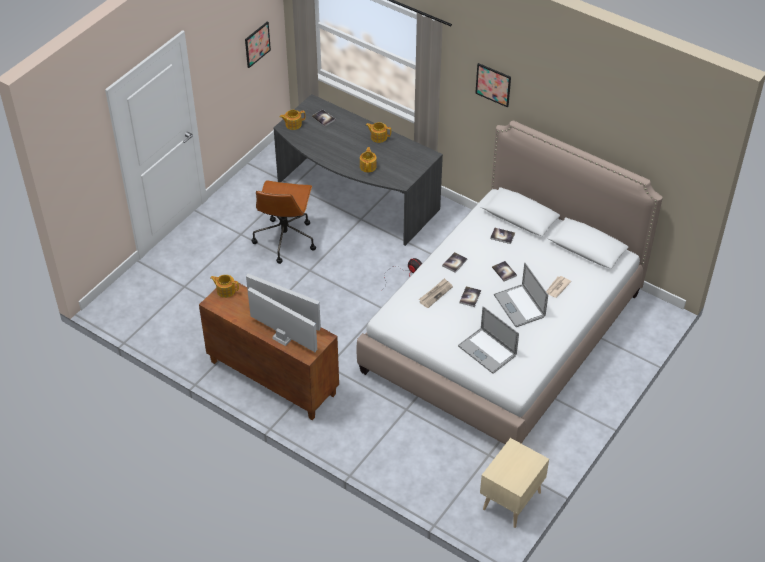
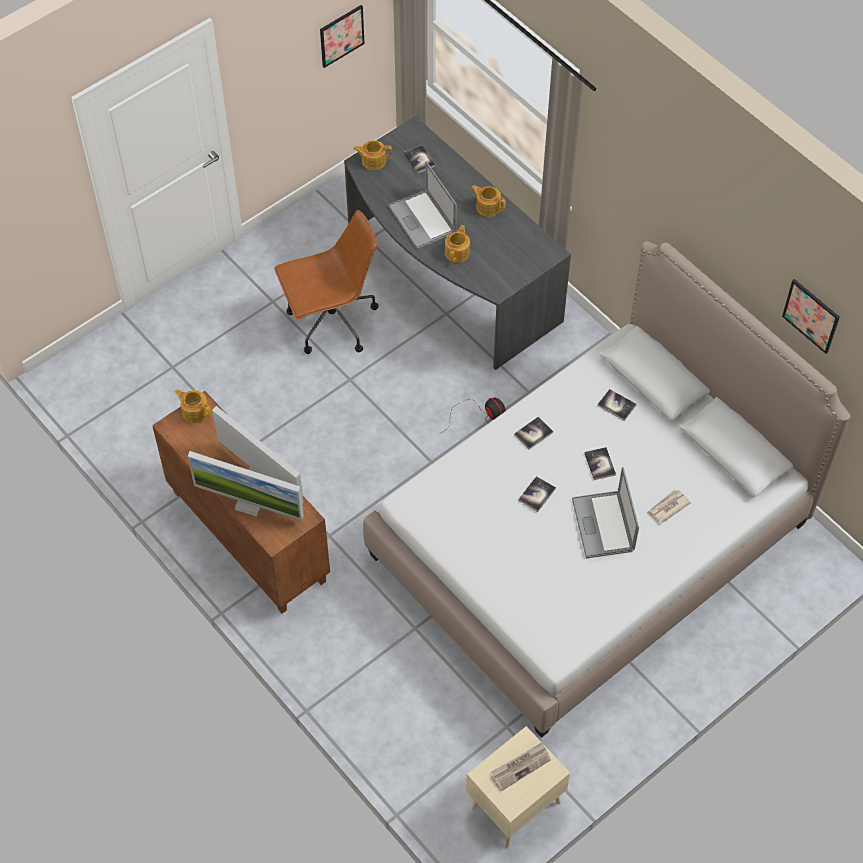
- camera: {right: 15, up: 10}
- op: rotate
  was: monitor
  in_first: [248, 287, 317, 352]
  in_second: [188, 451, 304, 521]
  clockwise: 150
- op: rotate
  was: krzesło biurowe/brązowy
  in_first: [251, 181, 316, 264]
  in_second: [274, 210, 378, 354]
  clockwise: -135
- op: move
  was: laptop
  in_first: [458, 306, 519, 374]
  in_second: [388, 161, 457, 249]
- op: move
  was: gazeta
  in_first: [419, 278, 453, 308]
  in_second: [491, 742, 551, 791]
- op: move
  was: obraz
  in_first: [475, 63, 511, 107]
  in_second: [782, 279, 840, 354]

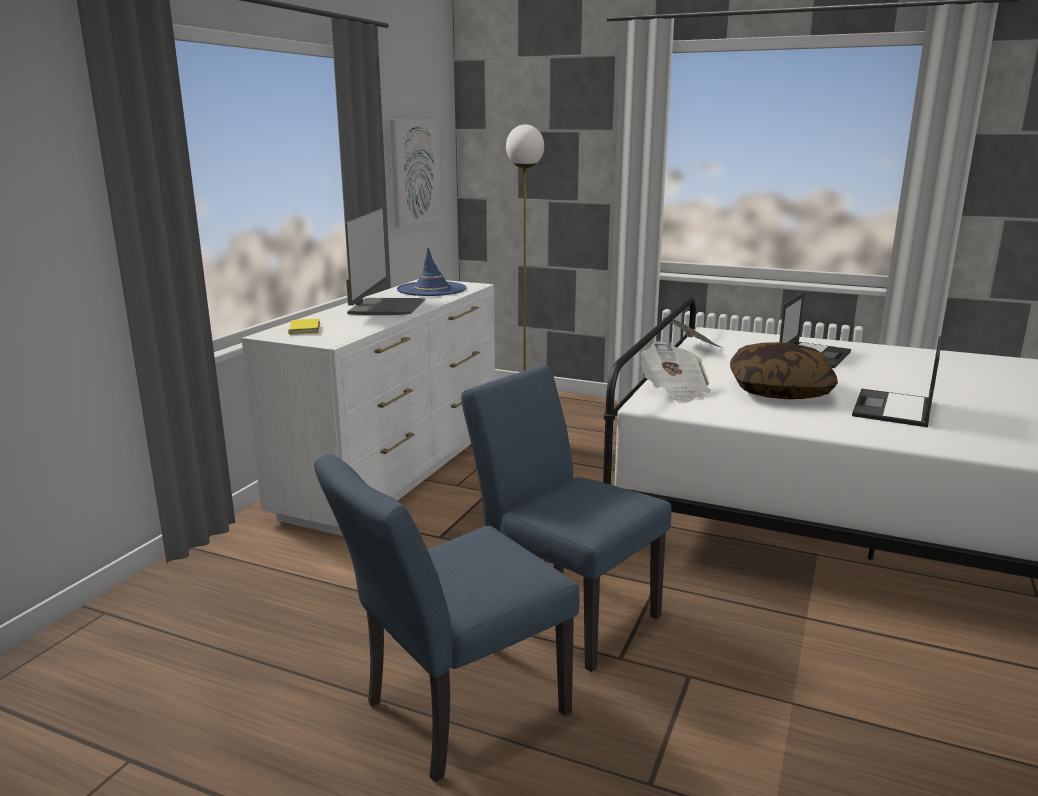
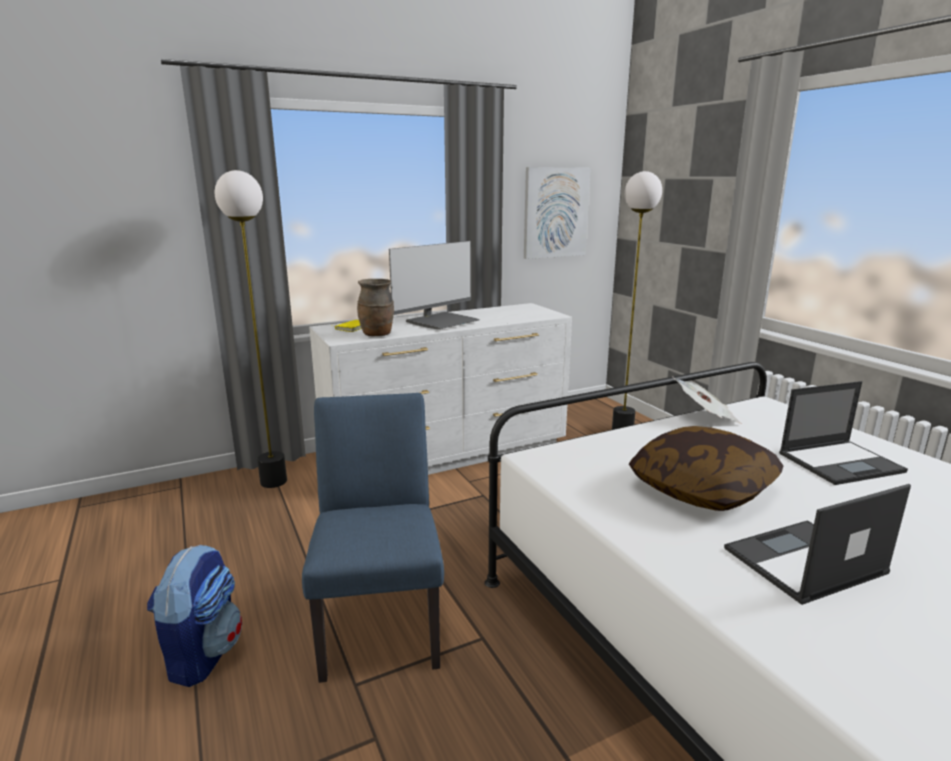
- camera: {right: 40, up: 0}
- op: replace
  was: krzesło/niebieski
  now: plecak
  in_first: [314, 454, 580, 782]
  in_second: [147, 545, 242, 687]
- op: insert
  now: lampa stojąca
  in_second: [215, 170, 287, 488]
- op: insert
  now: wazon/brązowy
  in_second: [357, 279, 394, 336]
- op: delete
  was: kapelusz/niebieski
  in_first: [397, 247, 467, 296]
- op: delete
  was: gazeta
  in_first: [640, 342, 711, 403]

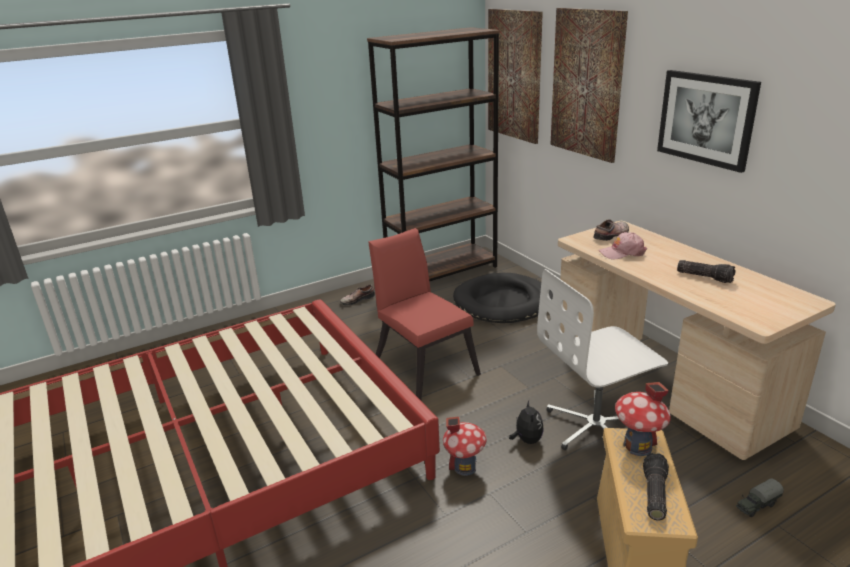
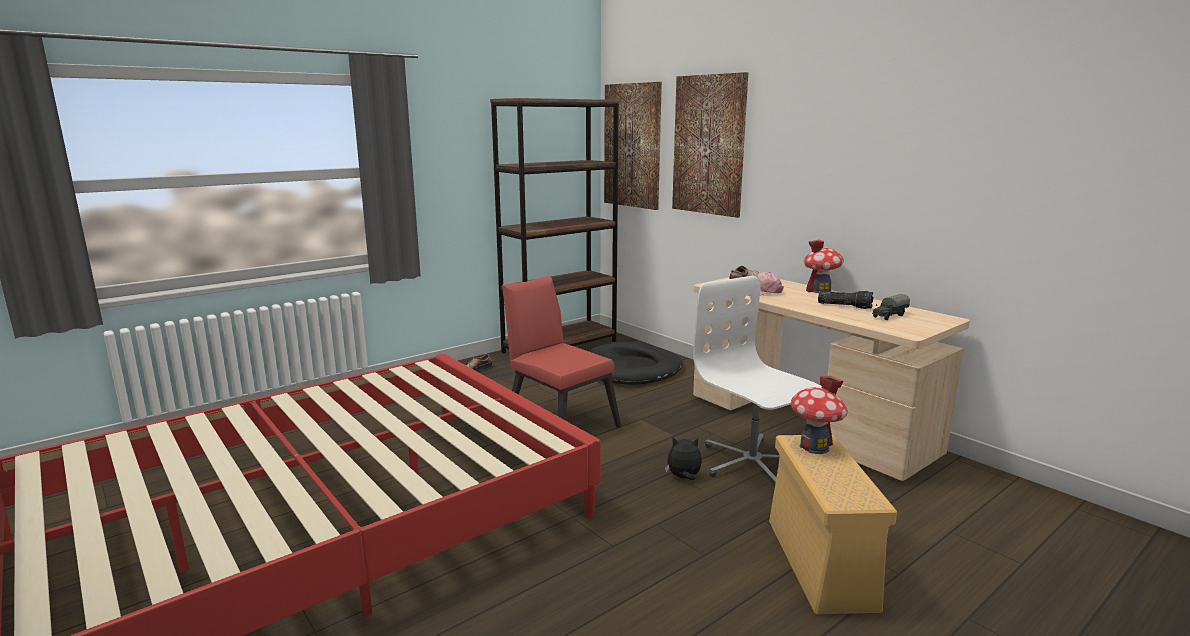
- camera: {right: -10, up: -10}
- op: rotate
  was: pluszak
  in_first: [509, 401, 544, 444]
  in_second: [665, 437, 702, 480]
  clockwise: -75
- op: rotate
  was: krzesło biurowe/biały
  in_first: [537, 269, 668, 450]
  in_second: [693, 275, 822, 489]
  clockwise: 90
- op: move
  was: domek
  in_first: [443, 416, 487, 476]
  in_second: [804, 240, 844, 293]
- op: move
  was: ciężarówka zabawkowa
  in_first: [736, 478, 784, 517]
  in_second: [872, 294, 910, 320]
- op: delete
  was: latarka
  in_first: [643, 453, 669, 520]
- op: delete
  was: obraz
  in_first: [657, 70, 761, 173]

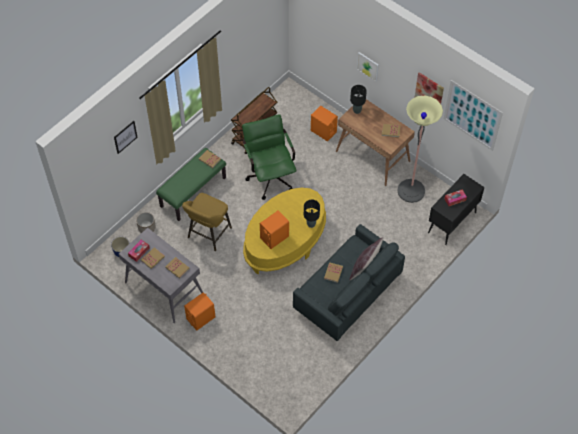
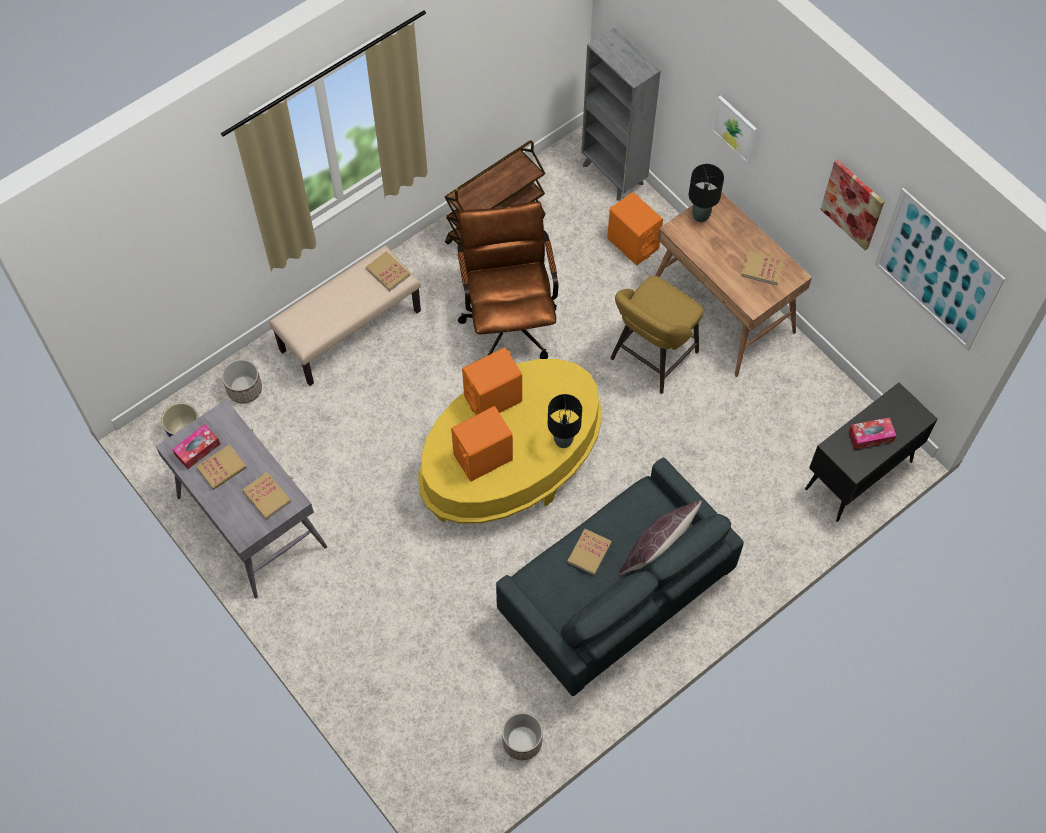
- camera: {right: 10, up: 5}
- op: recolor
  was: ławka/zielony
  now: ławka/beżowy
  in_first: [156, 147, 226, 221]
  in_second: [269, 245, 421, 386]
- op: recolor
  was: krzesło biurowe/zielony
  now: krzesło biurowe/brązowy
  in_first: [242, 114, 296, 200]
  in_second: [457, 201, 558, 359]
- op: move
  was: głośnik/pomarańczowy
  in_first: [184, 292, 216, 330]
  in_second: [462, 347, 522, 415]
- op: insert
  now: donica
  in_second: [502, 713, 543, 760]
- op: insert
  now: regał/szary
  in_second: [581, 28, 661, 201]
- op: move
  was: stołek/żółty
  in_first: [182, 193, 232, 251]
  in_second: [611, 276, 703, 394]
- op: delete
  was: obraz
  in_first: [114, 121, 138, 154]
- op: delete
  was: lampa stojąca
  in_first: [397, 96, 443, 203]

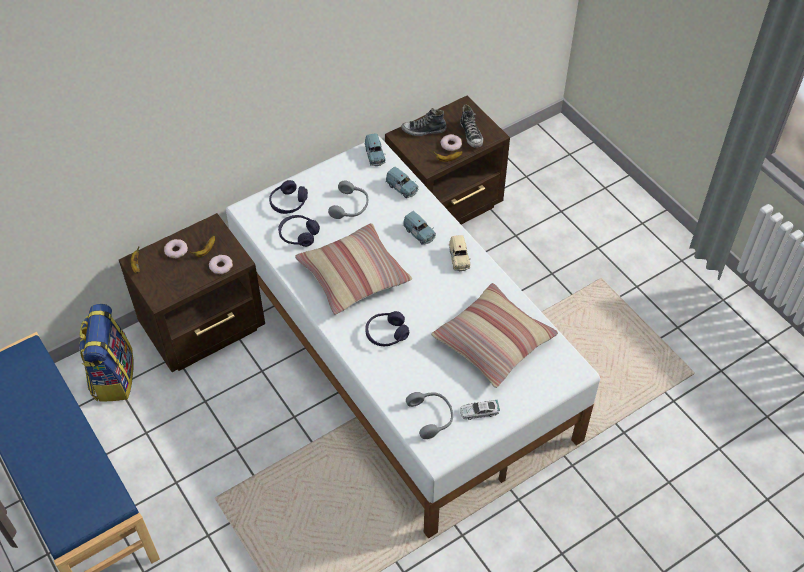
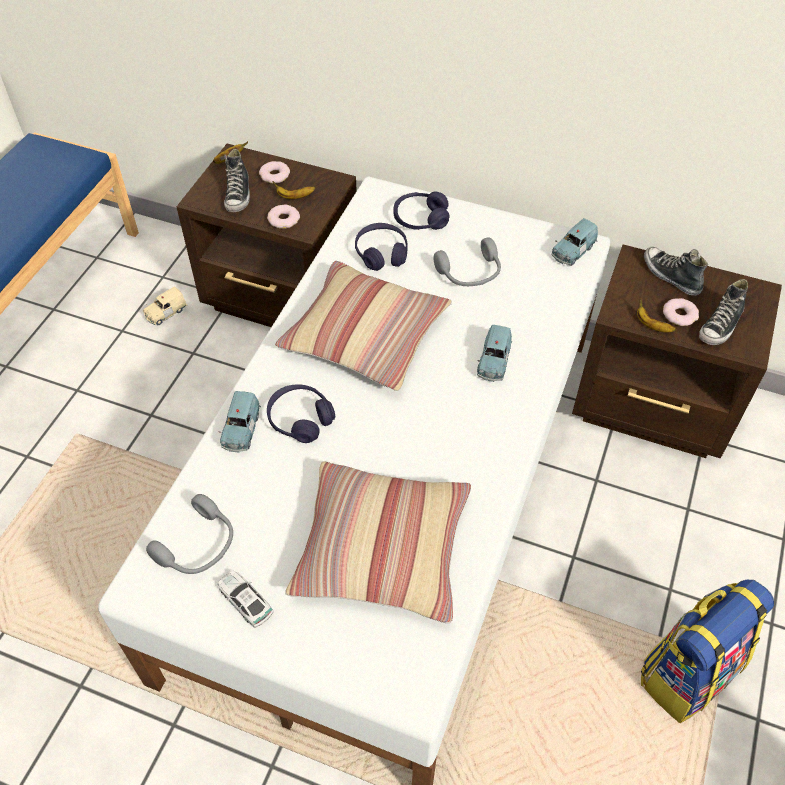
- camera: {right: 55, up: 0}
- op: move
  was: samochodzik/beżowy
  in_first: [449, 235, 470, 271]
  in_second: [143, 286, 187, 325]
- op: move
  was: samochodzik/niebieski
  in_first: [386, 167, 418, 198]
  in_second: [218, 391, 261, 453]
- op: insert
  now: but
  in_second: [224, 149, 250, 212]
- op: move
  was: plecak
  in_first: [79, 304, 134, 402]
  in_second: [641, 580, 774, 723]

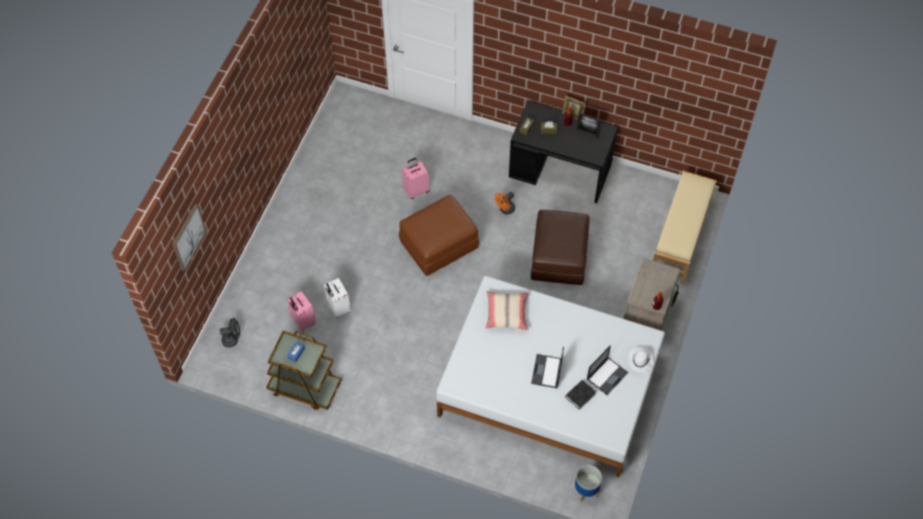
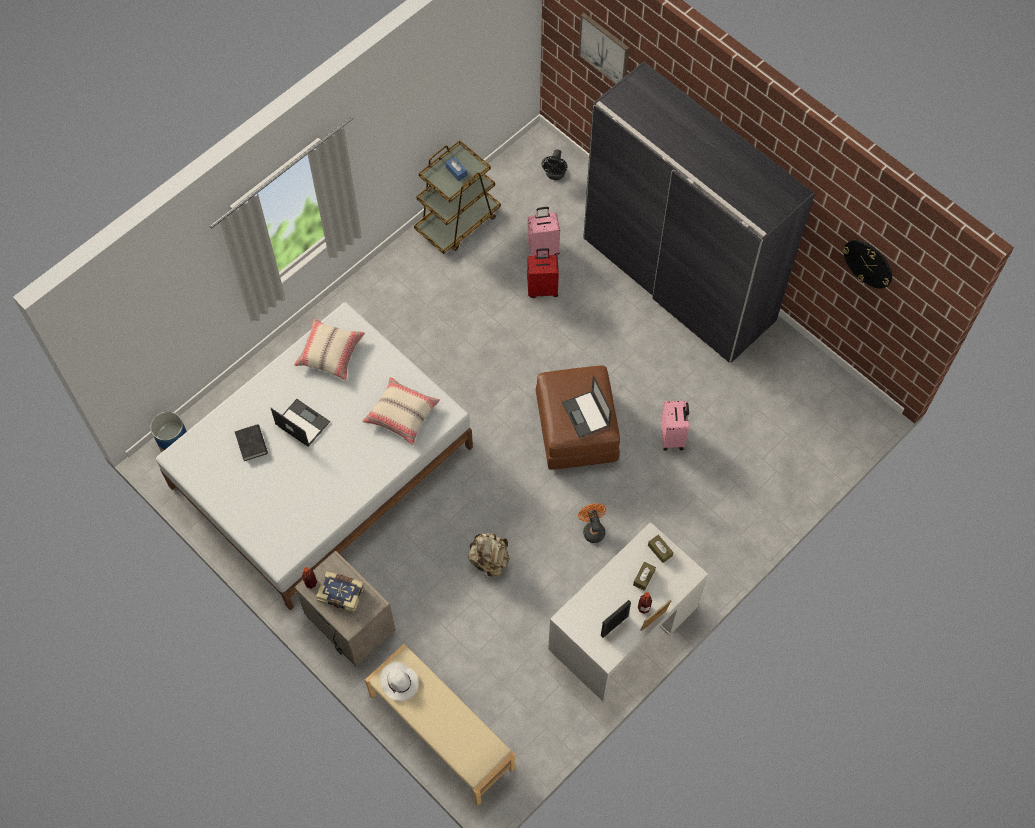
- camera: {right: 115, up: 5}
- op: insert
  now: poduszka/beżowy
  in_second: [294, 319, 365, 380]
- op: insert
  now: książka
  in_second: [316, 572, 364, 613]
- op: move
  was: kapelusz/biały
  in_first: [628, 347, 654, 373]
  in_second: [380, 662, 419, 701]
- op: replace
  was: pufa/brązowy
  now: plecak/beżowy
  in_first: [531, 210, 589, 285]
  in_second: [468, 533, 510, 577]
- op: recolor
  was: walizka/biały
  now: walizka/czerwony
  in_first: [324, 278, 351, 318]
  in_second: [527, 248, 559, 298]
- op: recolor
  was: biurko/czarny
  now: biurko/biały
  in_first: [509, 101, 618, 203]
  in_second: [548, 522, 708, 701]
- op: move
  was: laptop
  in_first: [587, 345, 628, 395]
  in_second: [562, 376, 612, 438]
- op: insert
  now: szafa/szary
  in_second: [583, 61, 815, 363]
- op: insert
  now: zegar ścienny
  in_second: [843, 240, 892, 289]

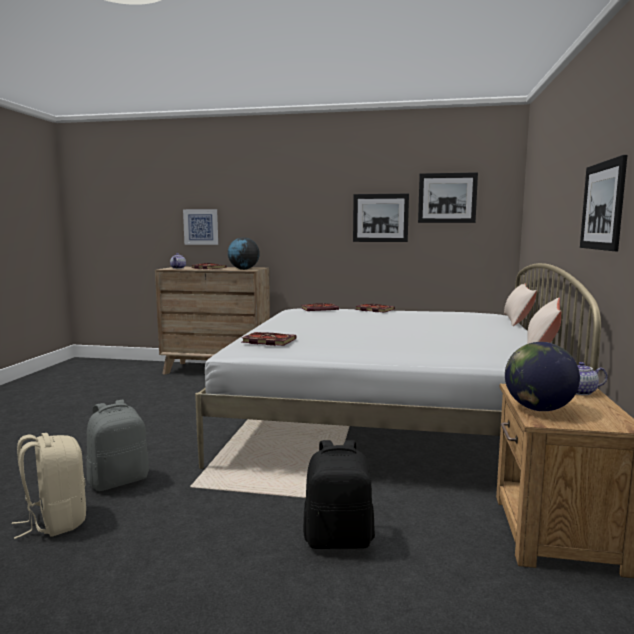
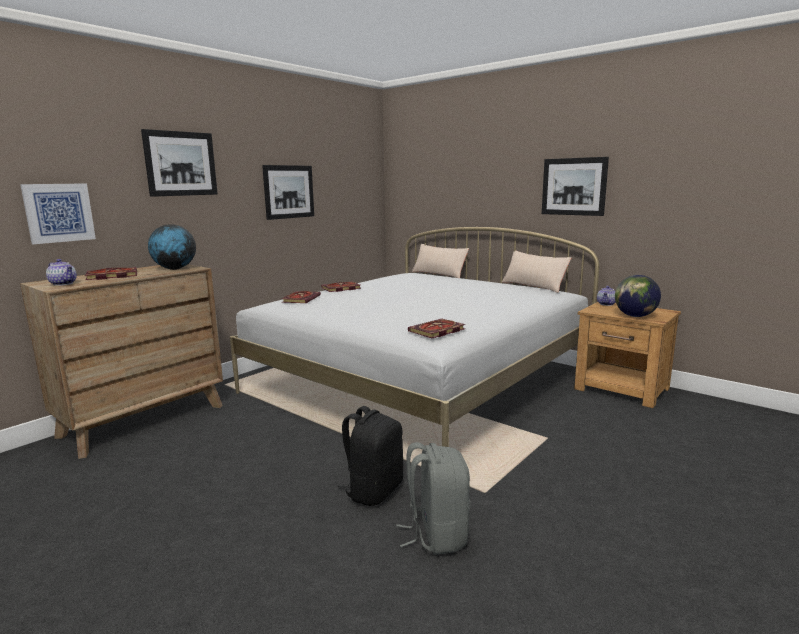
- camera: {right: -60, up: 5}
- op: move
  was: obraz
  in_first: [418, 172, 478, 223]
  in_second: [141, 129, 218, 197]
- op: move
  was: plecak/czarny
  in_first: [303, 440, 375, 549]
  in_second: [337, 406, 403, 506]
- op: delete
  was: plecak/beżowy
  in_first: [12, 433, 86, 539]

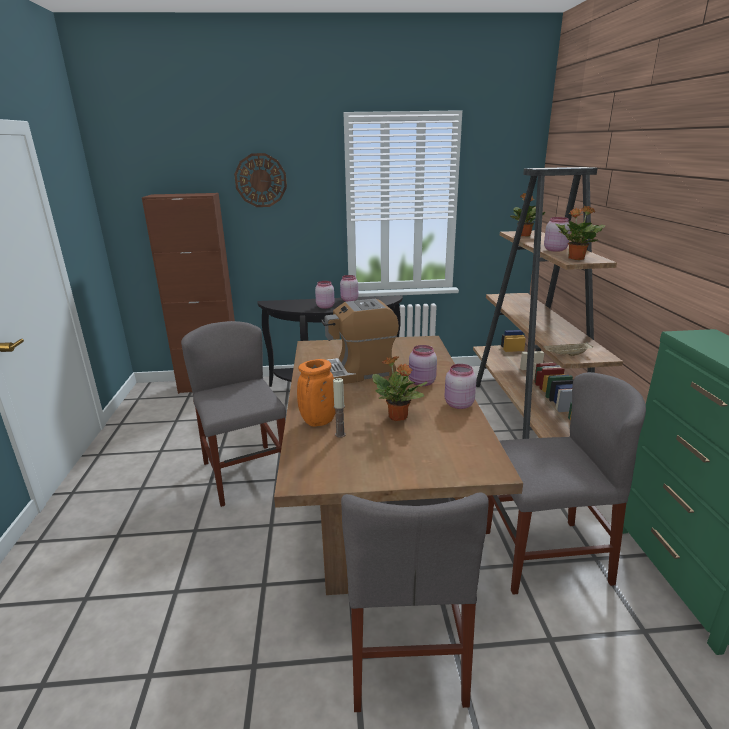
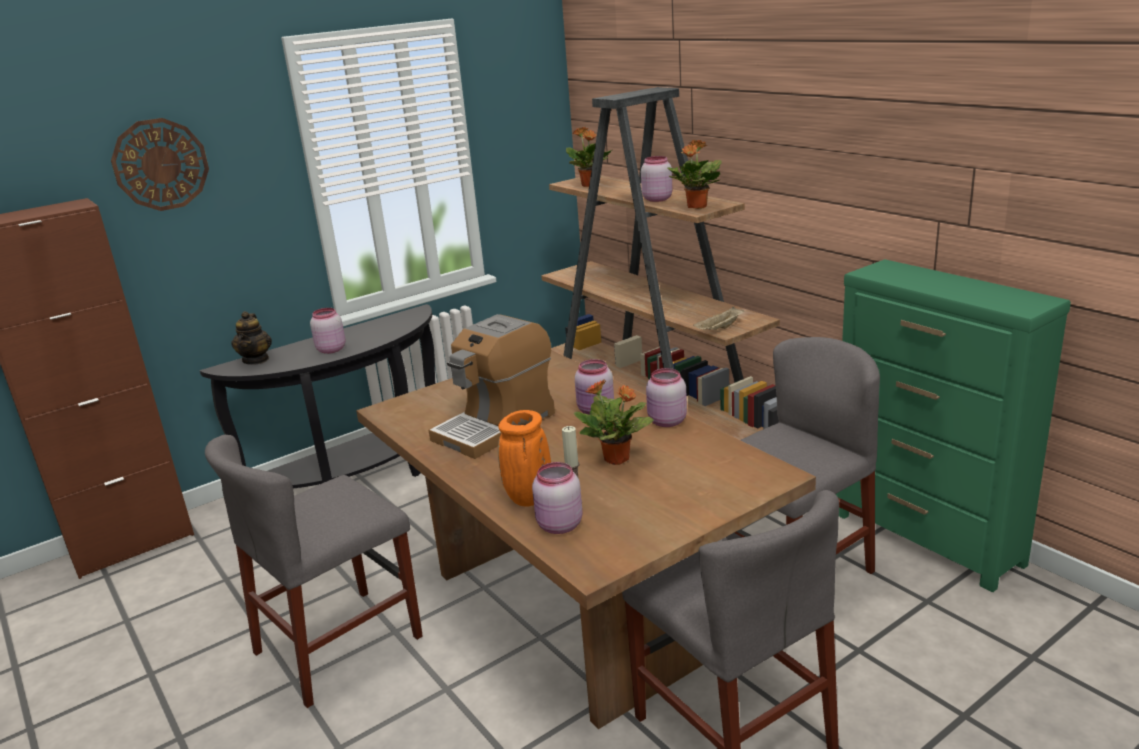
- camera: {right: -30, up: 0}
- op: rotate
  was: krzesło/szary
  in_first: [181, 321, 286, 507]
  in_second: [205, 435, 423, 708]
  clockwise: -75
- op: insert
  now: imbryk
  in_second: [231, 311, 272, 365]
- op: move
  was: słoik/różowy
  in_first: [340, 275, 358, 302]
  in_second: [532, 462, 583, 534]

